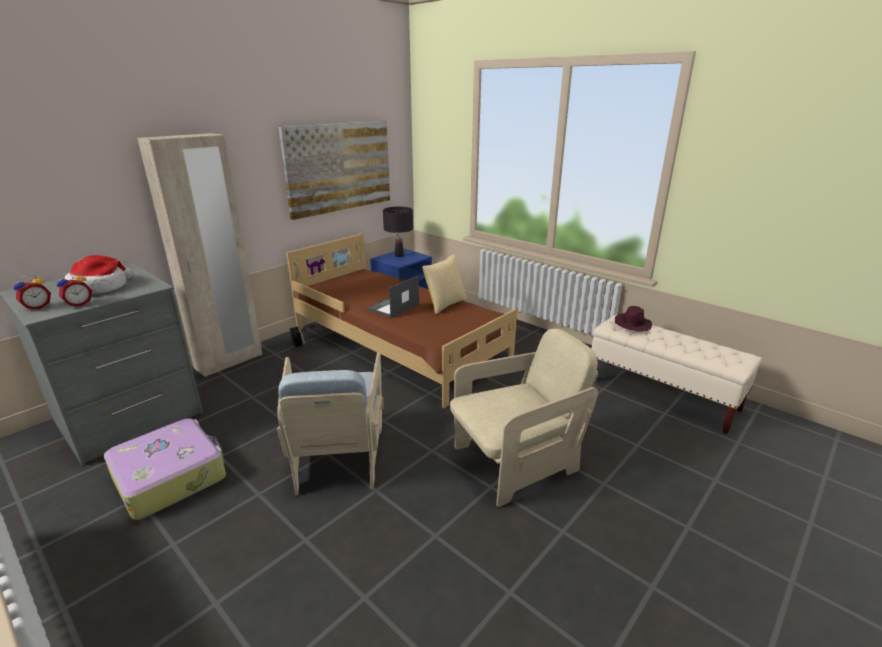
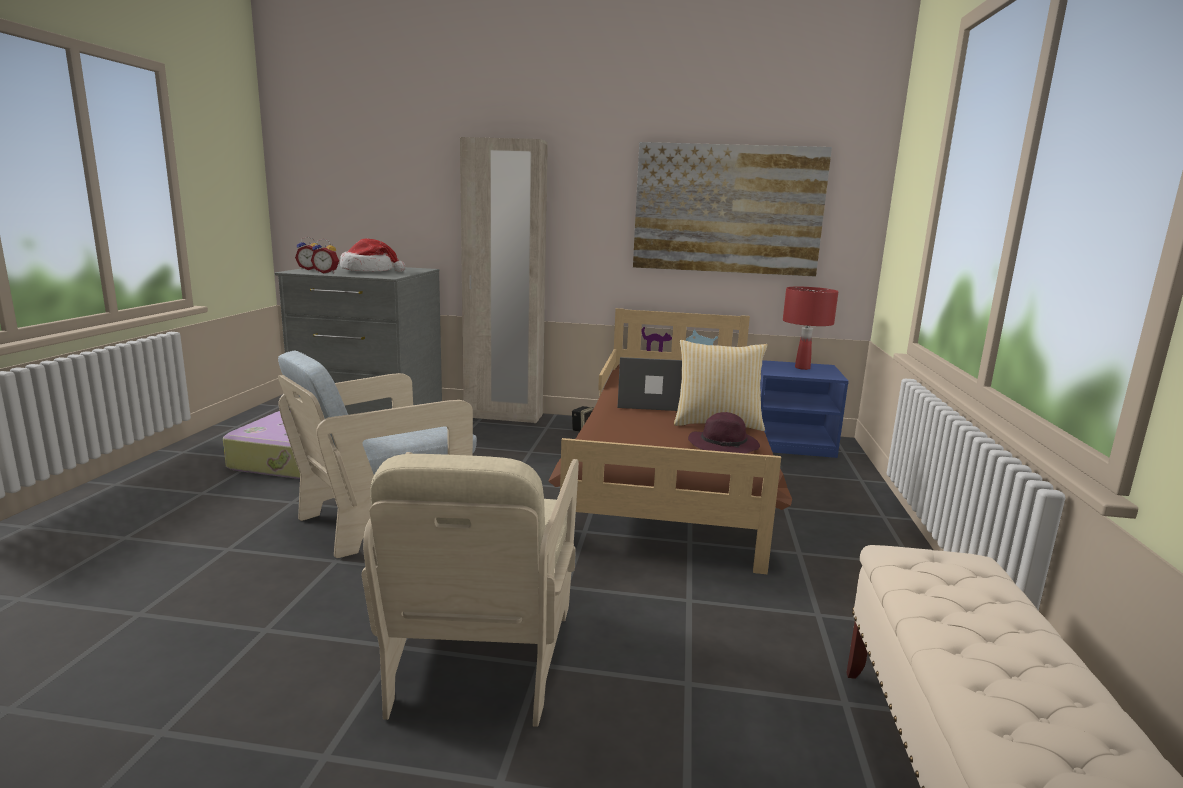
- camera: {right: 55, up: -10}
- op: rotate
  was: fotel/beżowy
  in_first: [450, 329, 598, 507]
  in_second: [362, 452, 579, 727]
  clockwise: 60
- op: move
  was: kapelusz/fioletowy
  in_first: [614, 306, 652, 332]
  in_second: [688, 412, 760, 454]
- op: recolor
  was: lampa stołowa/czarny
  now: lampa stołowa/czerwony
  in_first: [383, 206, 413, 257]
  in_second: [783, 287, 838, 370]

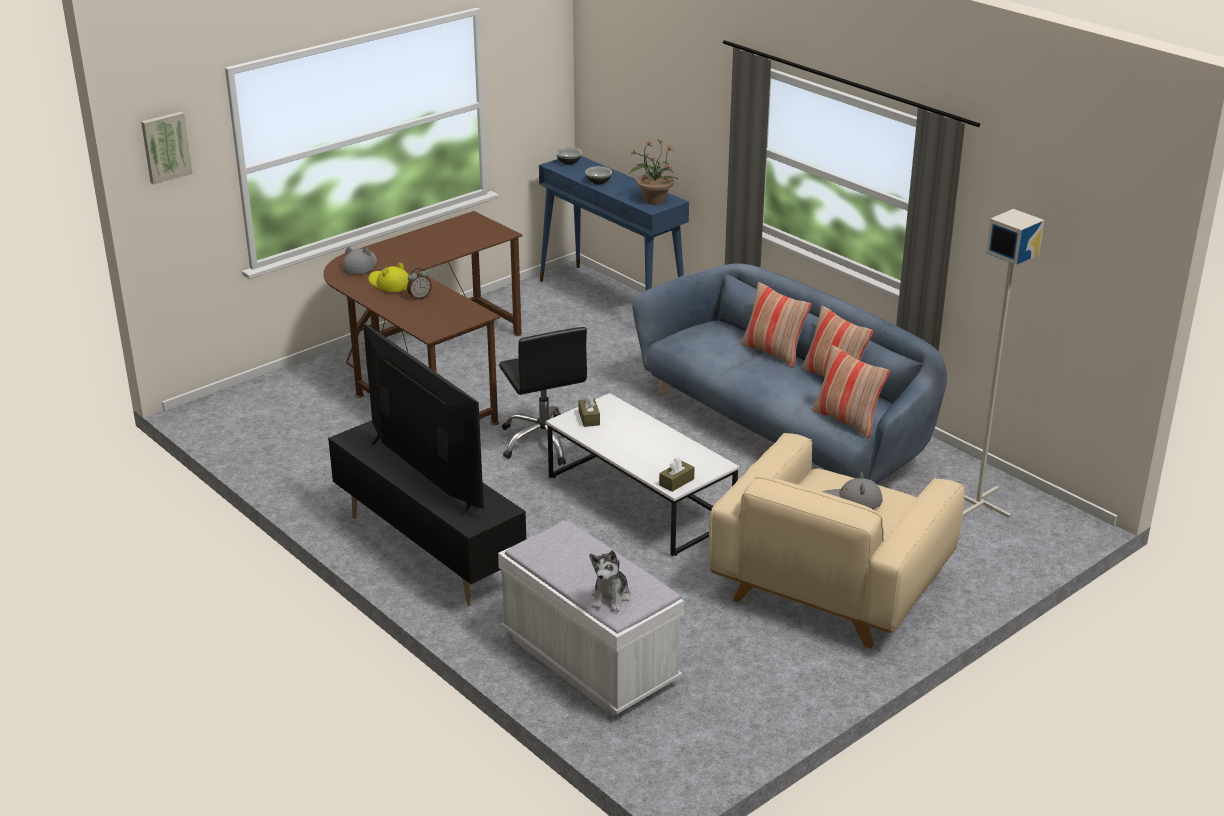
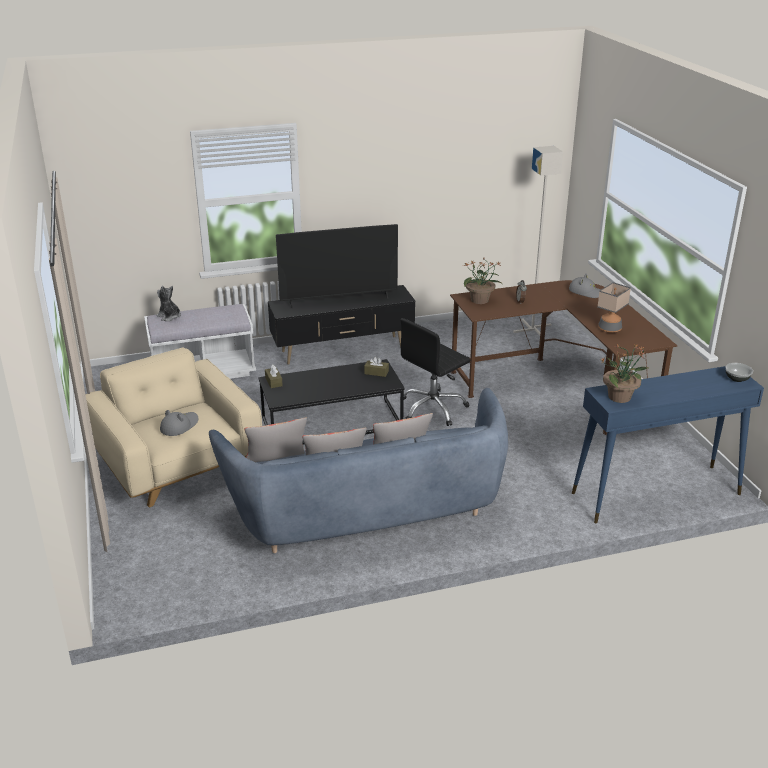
- camera: {right: 115, up: 0}
- op: recolor
  was: ława/biały
  now: ława/czarny
  in_first: [546, 393, 739, 556]
  in_second: [258, 359, 405, 444]
- op: rotate
  was: krzesło biurowe/czarny
  in_first: [499, 327, 587, 465]
  in_second: [400, 318, 470, 426]
  clockwise: -45
- op: insert
  now: roślina doniczkowa
  in_second: [464, 257, 502, 304]
- op: move
  was: lampa stojąca/szary
  in_first: [962, 209, 1044, 518]
  in_second: [513, 146, 563, 335]
- op: insert
  now: lampa stołowa
  in_second: [597, 282, 631, 333]
- op: delete
  was: obraz
  in_first: [141, 112, 193, 184]
- op: delete
  was: kapelusz/żółty
  in_first: [368, 262, 409, 292]
- op: delete
  was: miska
  in_first: [585, 166, 612, 185]

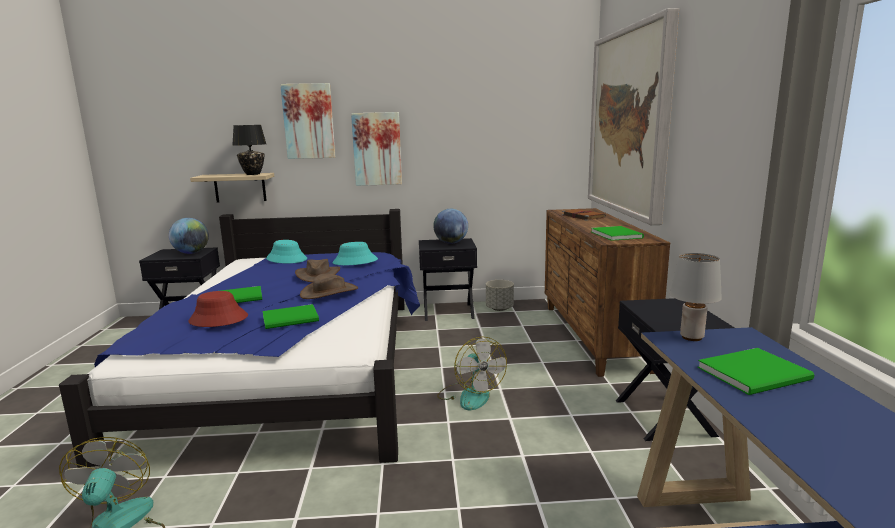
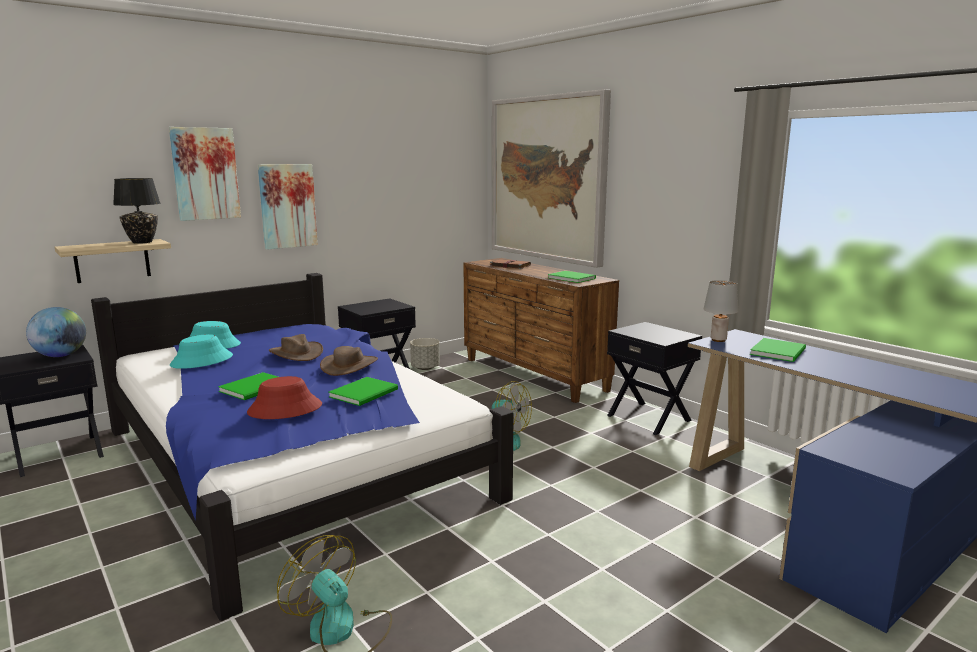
- camera: {right: -35, up: 0}
- op: move
  was: kapelusz/turkusowy
  in_first: [332, 242, 378, 265]
  in_second: [170, 334, 233, 369]
- op: delete
  was: globus
  in_first: [433, 209, 468, 244]

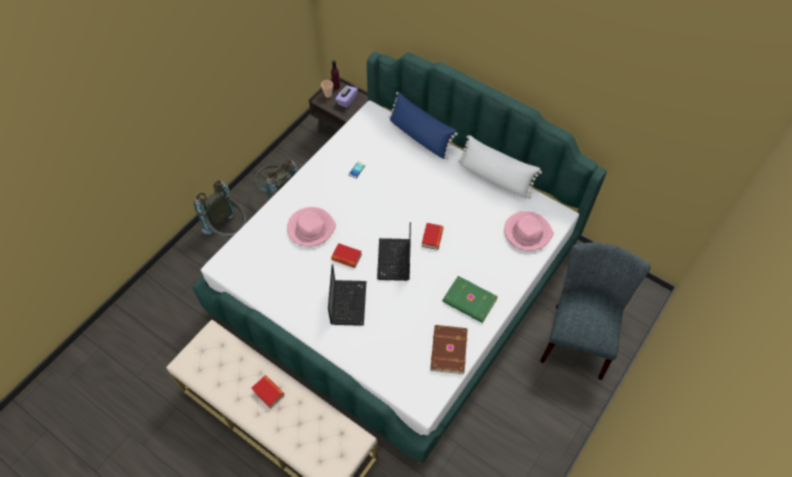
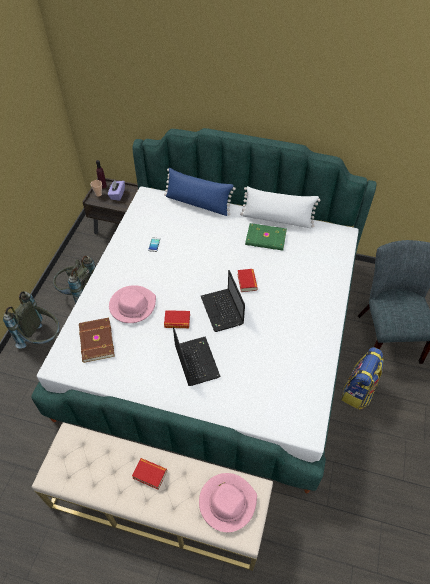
- camera: {right: -20, up: -5}
- op: move
  was: książka/brązowy
  in_first: [430, 325, 468, 374]
  in_second: [79, 318, 115, 363]
- op: move
  was: kapelusz/różowy
  in_first: [504, 211, 554, 251]
  in_second: [199, 473, 257, 532]
- op: move
  was: książka/zielony
  in_first: [442, 276, 498, 323]
  in_second: [245, 223, 287, 251]
- op: insert
  now: plecak
  in_second: [341, 347, 384, 410]

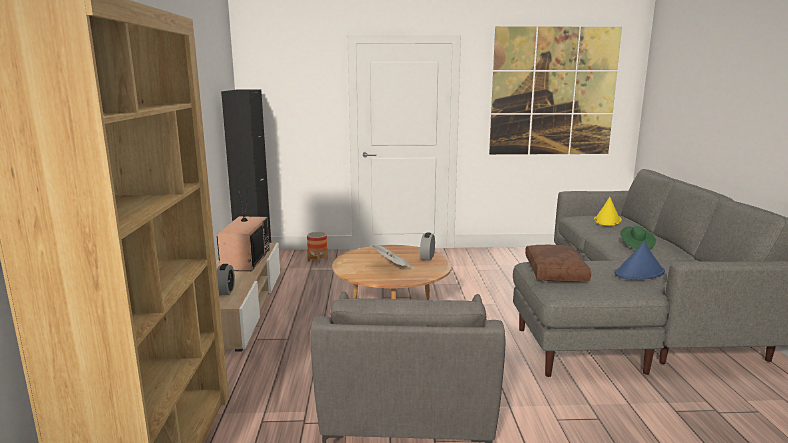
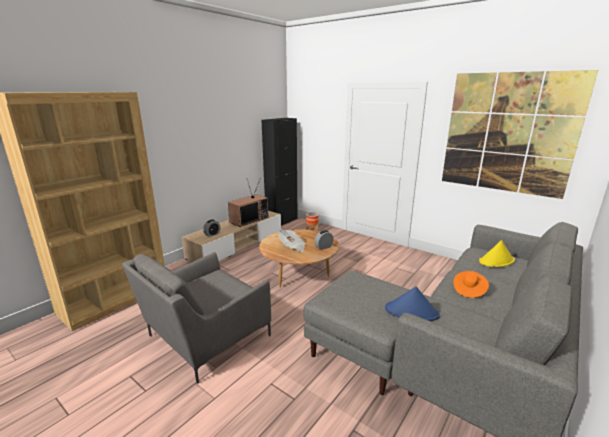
- camera: {right: 40, up: 5}
- op: recolor
  was: kapelusz/zielony
  now: kapelusz/pomarańczowy
  in_first: [620, 226, 656, 249]
  in_second: [453, 271, 489, 298]
- op: delete
  was: poduszka/brązowy
  in_first: [525, 245, 591, 282]

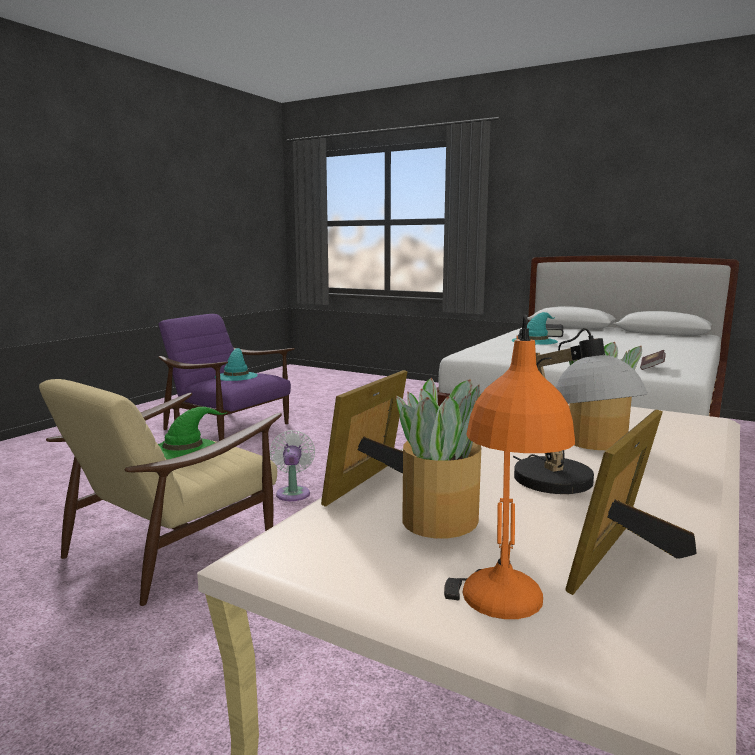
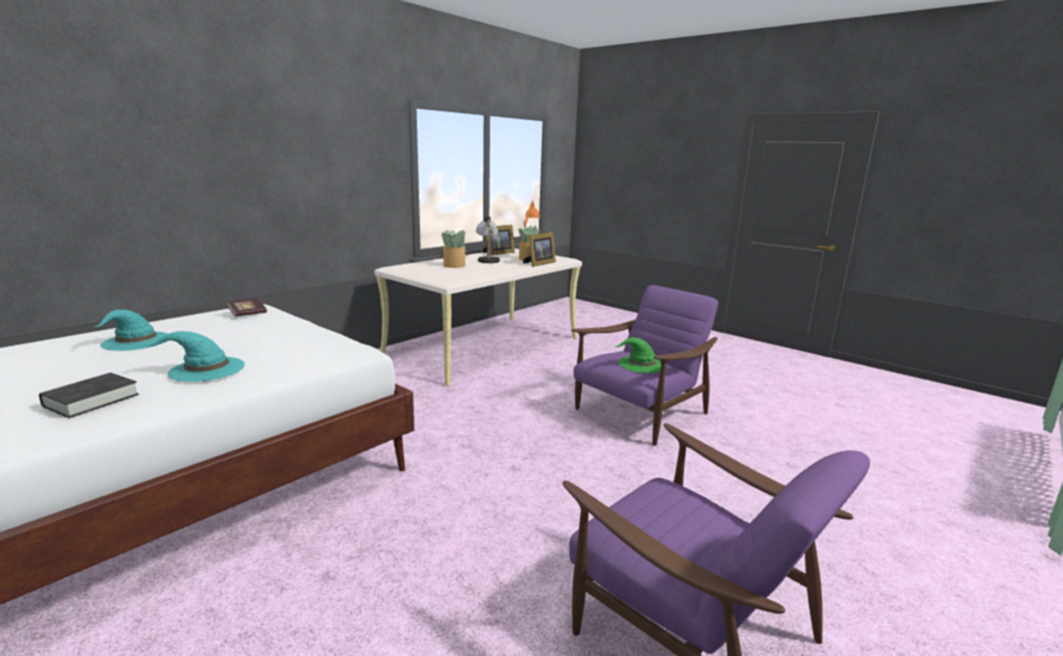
- camera: {right: -170, up: 5}
- op: move
  was: kapelusz/turkusowy
  in_first: [215, 348, 258, 381]
  in_second: [95, 310, 168, 351]
- op: recolor
  was: fotel/beżowy
  now: fotel/fioletowy
  in_first: [39, 379, 282, 606]
  in_second: [571, 285, 718, 445]
- op: delete
  was: wentylator/biały
  in_first: [270, 430, 315, 501]

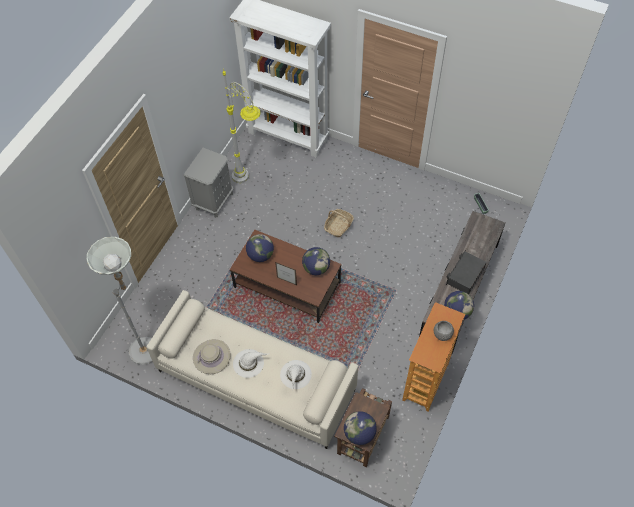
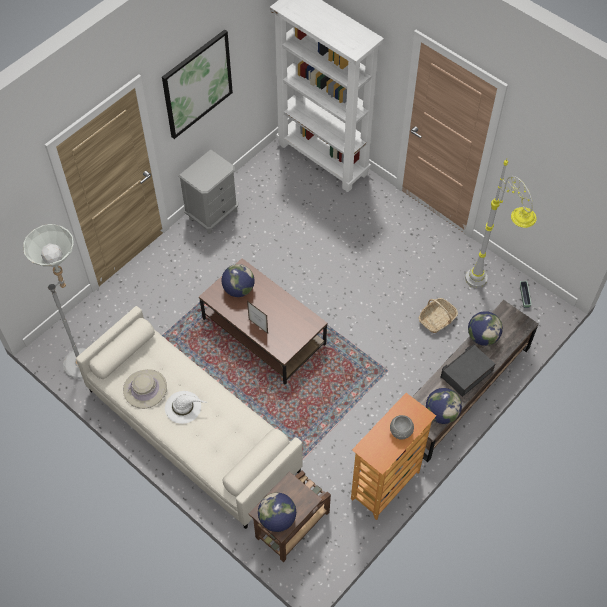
- camera: {right: 15, up: 0}
- op: insert
  now: obraz
  in_second: [162, 30, 233, 139]
- op: move
  was: koszyk
  in_first: [324, 209, 354, 237]
  in_second: [419, 298, 458, 333]
- op: move
  was: lampa stojąca/szary
  in_first: [222, 71, 261, 183]
  in_second: [465, 159, 537, 288]
- op: move
  was: globus
  in_first: [302, 247, 330, 275]
  in_second: [468, 311, 503, 346]
- op: delete
  was: kapelusz/biały
  in_first: [280, 360, 312, 390]

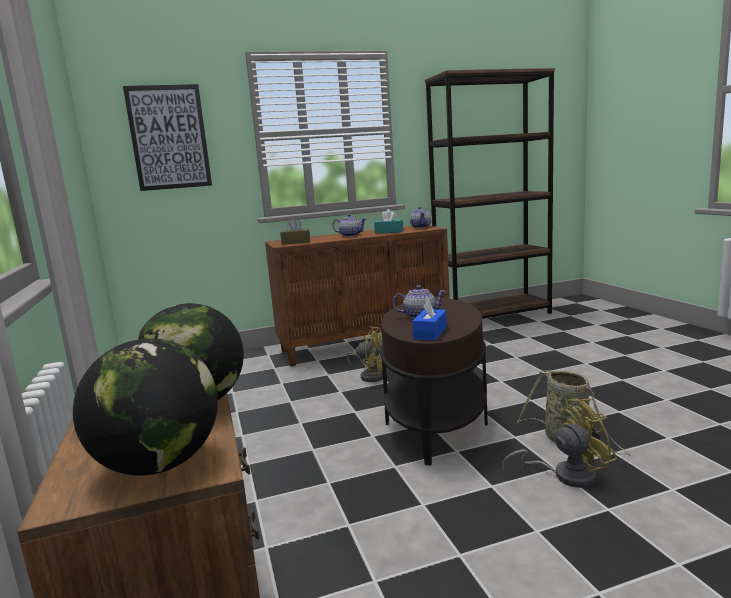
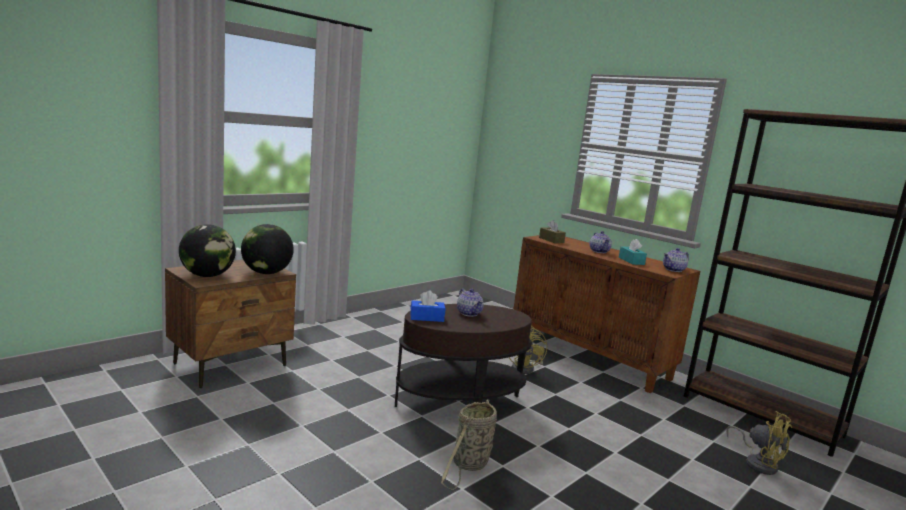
- camera: {right: 60, up: 0}
- op: move
  was: wentylator/żółty
  in_first: [502, 398, 617, 488]
  in_second: [726, 411, 792, 475]
- op: delete
  was: obraz
  in_first: [123, 84, 212, 191]

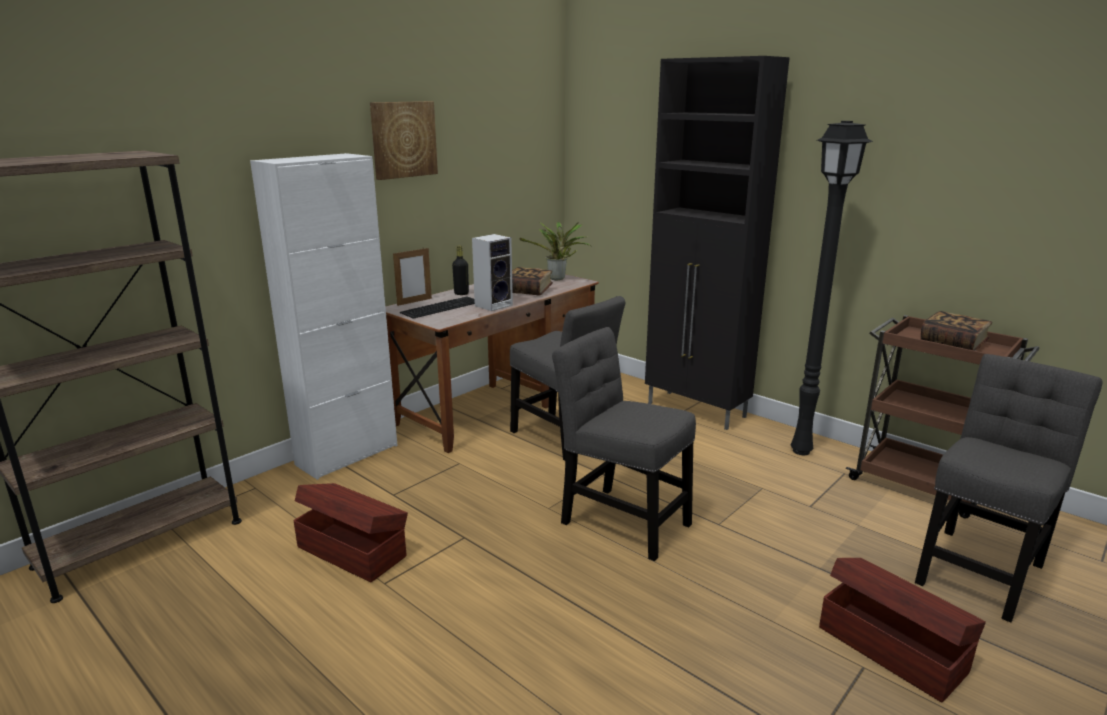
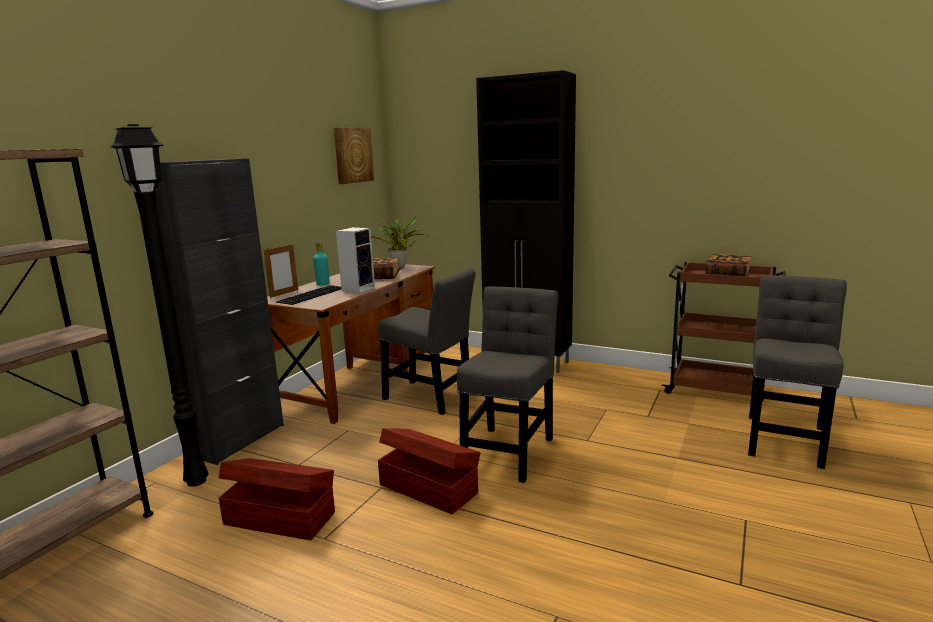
- camera: {right: -15, up: -5}
- op: move
  was: lampa stojąca/czarny
  in_first: [791, 121, 873, 455]
  in_second: [110, 124, 209, 487]
- op: recolor
  was: szafka/biały
  now: szafka/czarny
  in_first: [250, 153, 398, 480]
  in_second: [156, 158, 284, 465]
- op: recolor
  was: butelka/czarny
  now: butelka/turkusowy
  in_first: [452, 245, 469, 295]
  in_second: [313, 241, 330, 285]
- op: move
  was: obraz
  in_first: [370, 101, 438, 180]
  in_second: [334, 128, 374, 184]
- op: move
  was: pojemnik do przechowywania/brązowy
  in_first: [819, 558, 986, 703]
  in_second: [378, 428, 480, 514]
- op: rotate
  was: krzesło/szary
  in_first: [552, 327, 696, 561]
  in_second: [457, 287, 558, 483]
  clockwise: 90

